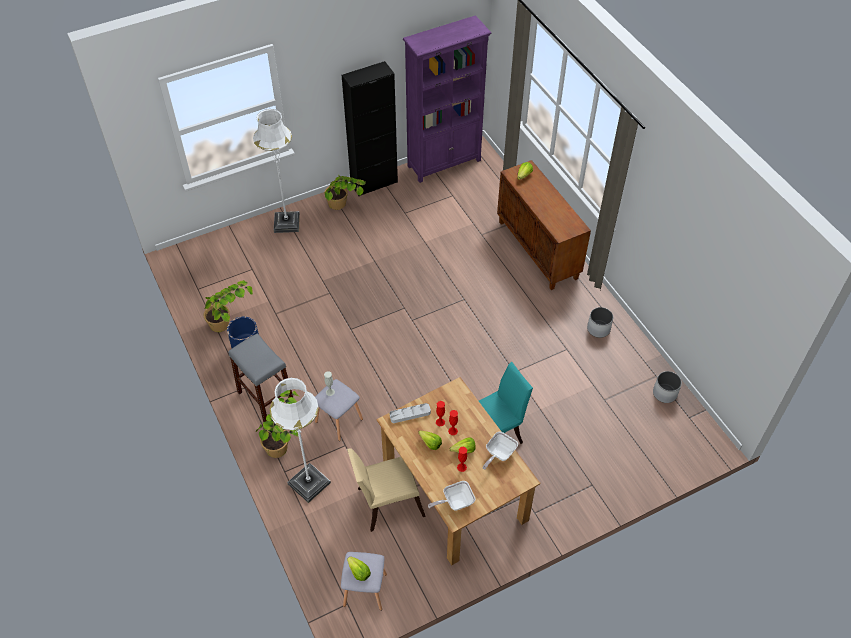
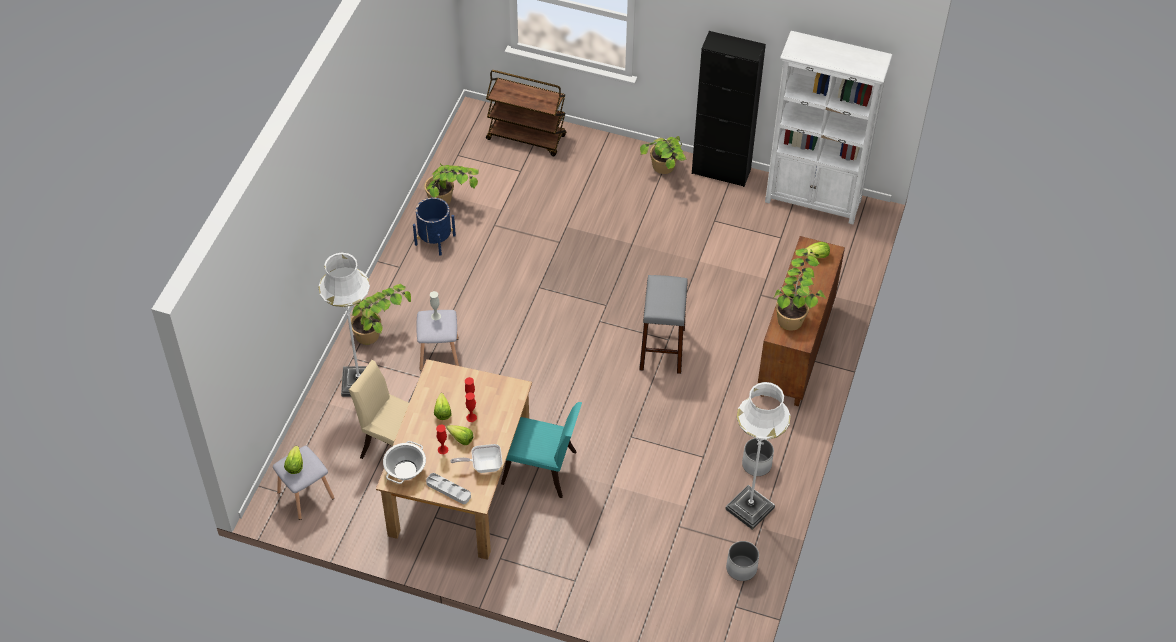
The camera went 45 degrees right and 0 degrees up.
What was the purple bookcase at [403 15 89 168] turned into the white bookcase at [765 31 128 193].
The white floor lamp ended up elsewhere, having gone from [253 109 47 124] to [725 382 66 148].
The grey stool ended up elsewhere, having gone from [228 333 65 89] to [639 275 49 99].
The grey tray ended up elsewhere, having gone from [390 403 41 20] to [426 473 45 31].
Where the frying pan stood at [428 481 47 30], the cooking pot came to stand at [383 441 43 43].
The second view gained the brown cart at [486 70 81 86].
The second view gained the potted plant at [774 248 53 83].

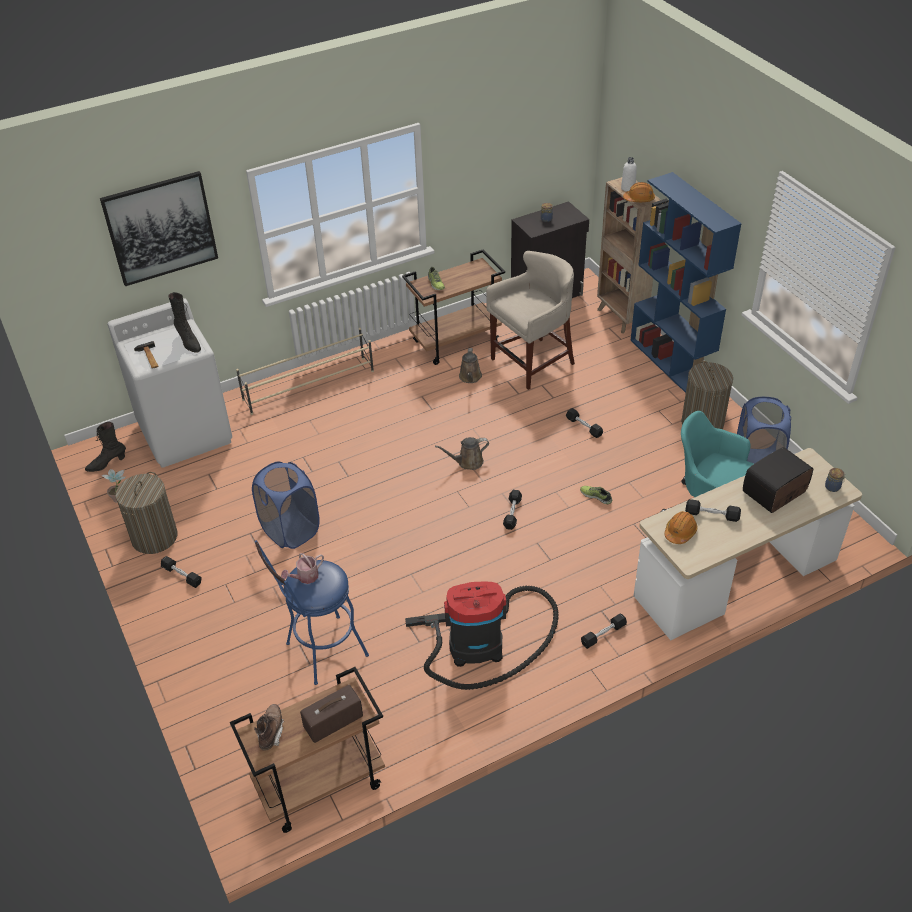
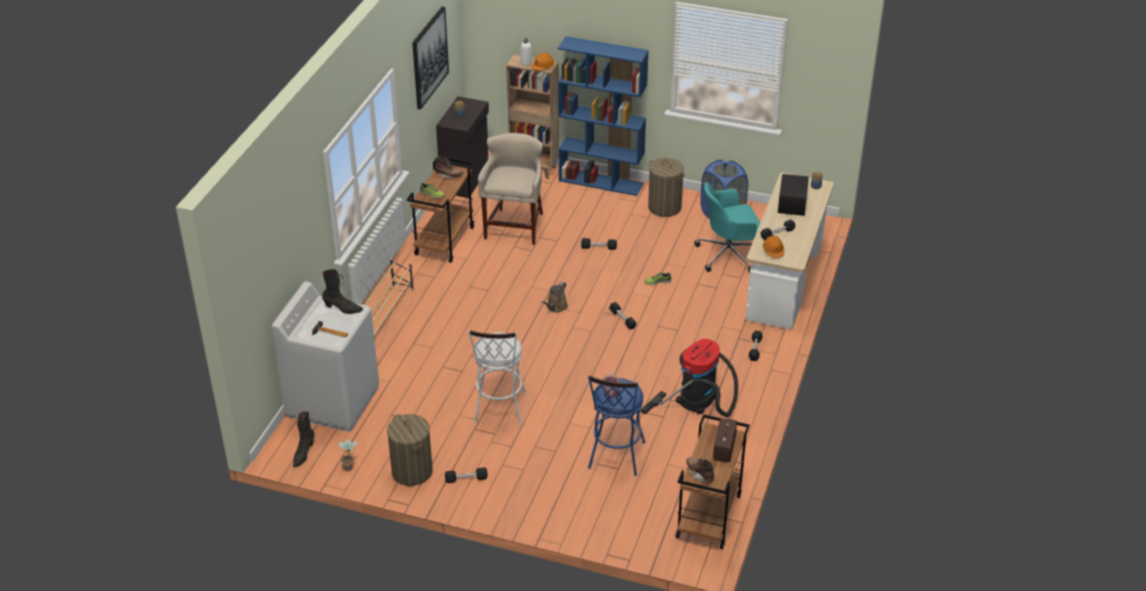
The camera went 45 degrees left and 5 degrees down.
The picture ended up elsewhere, having gone from [100 171 118 115] to [412 7 37 103].
The second view lost the brown watering can at [459 348 23 35].
Where the blue laundry basket stood at [252 461 68 88], the white stool came to stand at [468 330 58 95].
The second view gained the brown boot at [435 156 28 22].

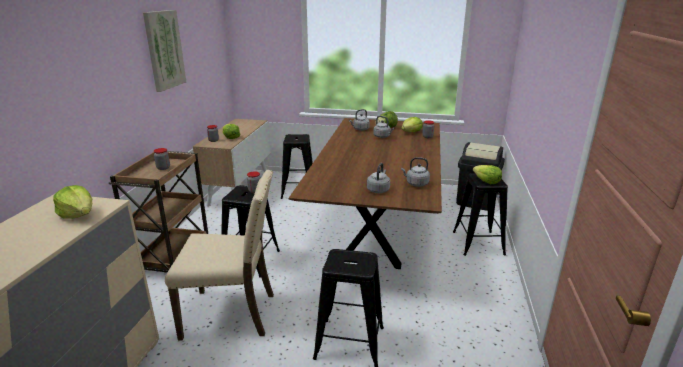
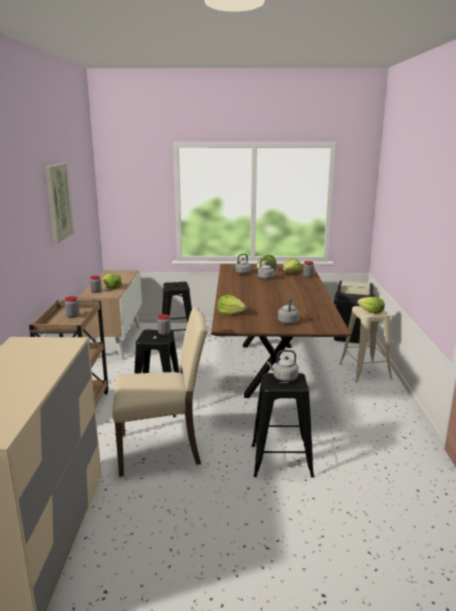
The camera went 10 degrees left and 5 degrees down.
The grey kettle ended up elsewhere, having gone from [401 157 29 30] to [267 350 32 32].
What was the black stool at [453 173 55 83] turned into the beige stool at [339 306 53 76].
The lettuce ended up elsewhere, having gone from [53 185 39 34] to [217 295 30 20].

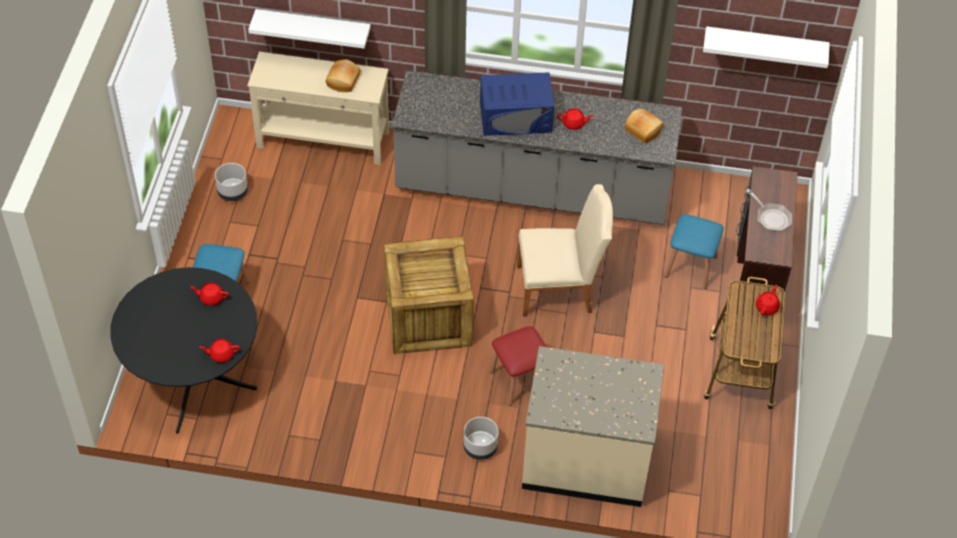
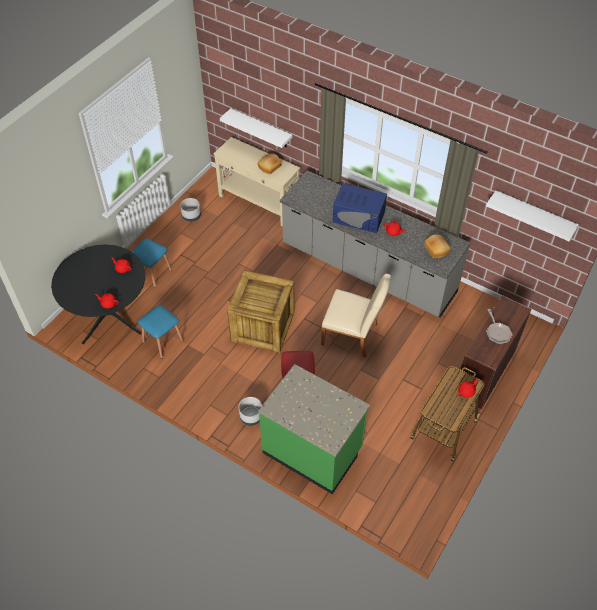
The camera went 25 degrees right and 0 degrees up.
The blue stool ended up elsewhere, having gone from [665 214 59 75] to [138 305 46 53].
What was the beige counter at [522 346 142 161] turned into the green counter at [258 364 112 130].

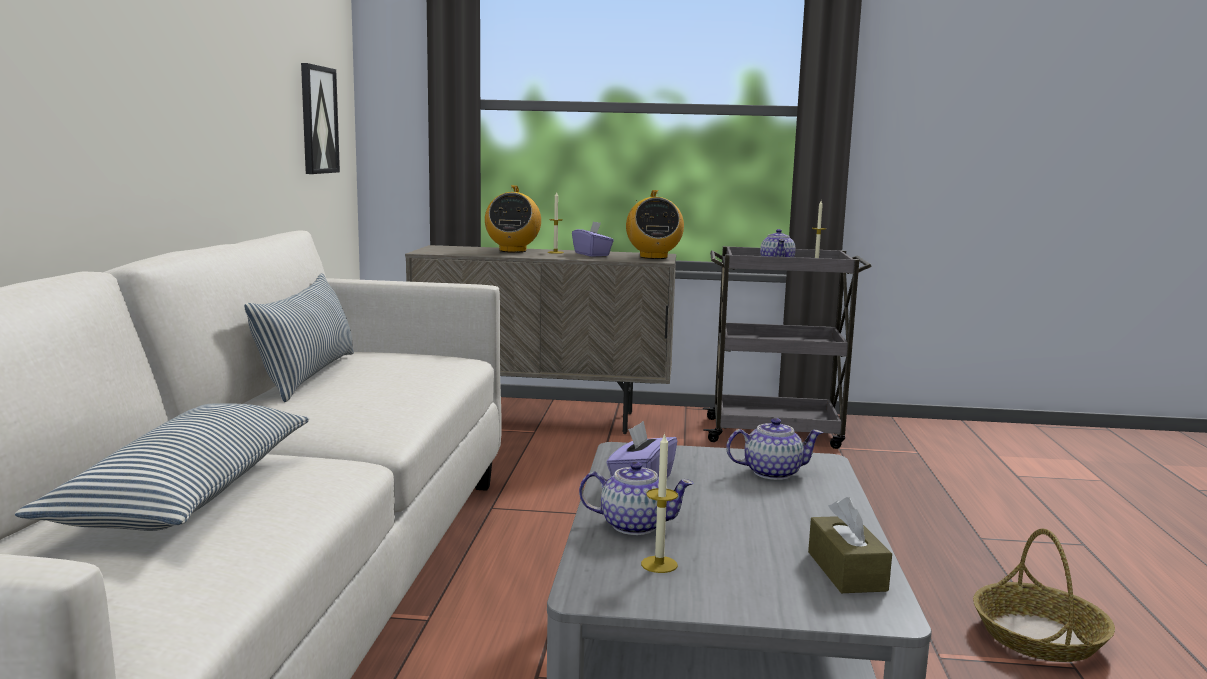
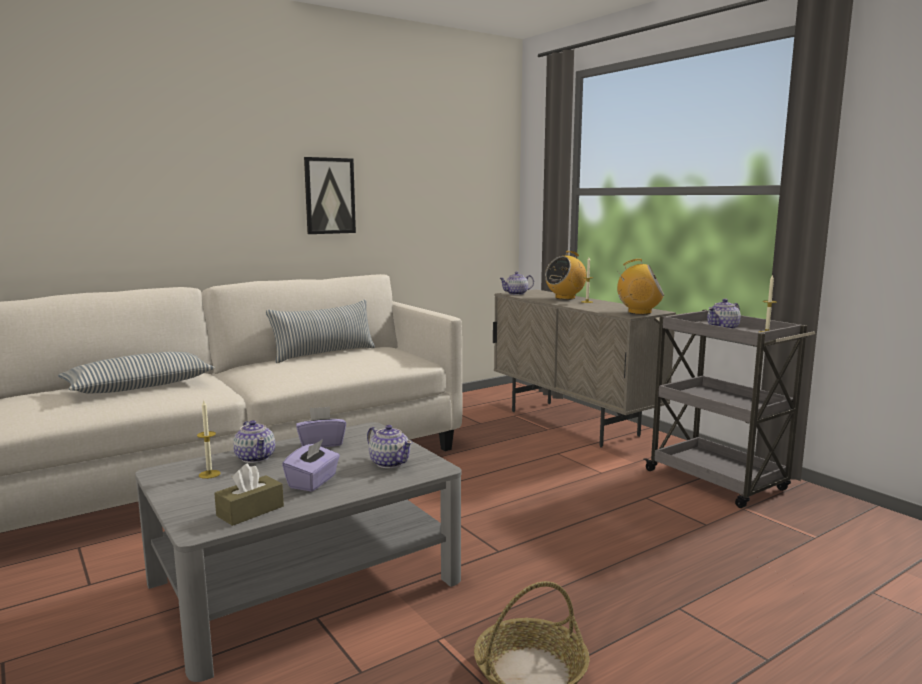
The camera went 50 degrees right and 0 degrees up.
The picture ended up elsewhere, having gone from [301 63 39 111] to [304 157 52 77].
The radio at [626 190 58 69] ended up facing another way, 120 degrees counterclockwise from before.
The purple tissue box ended up elsewhere, having gone from [572 221 42 36] to [282 439 58 53].
The second view gained the teapot at [499 272 35 23].

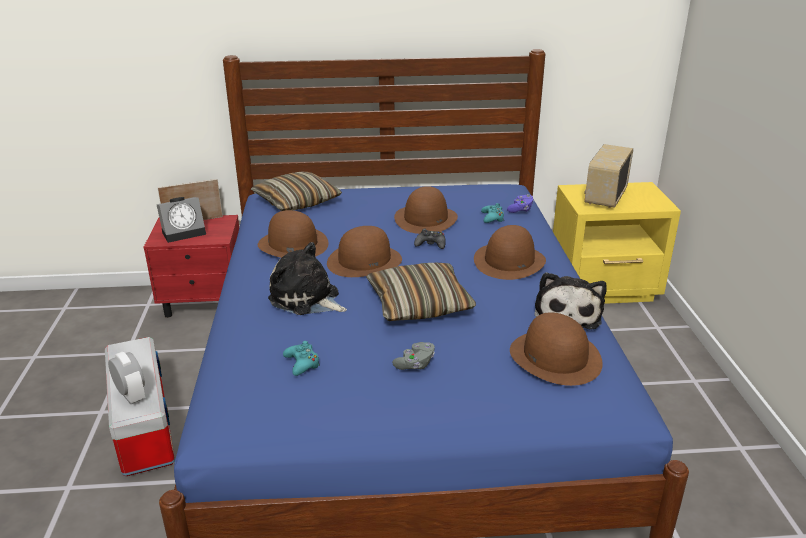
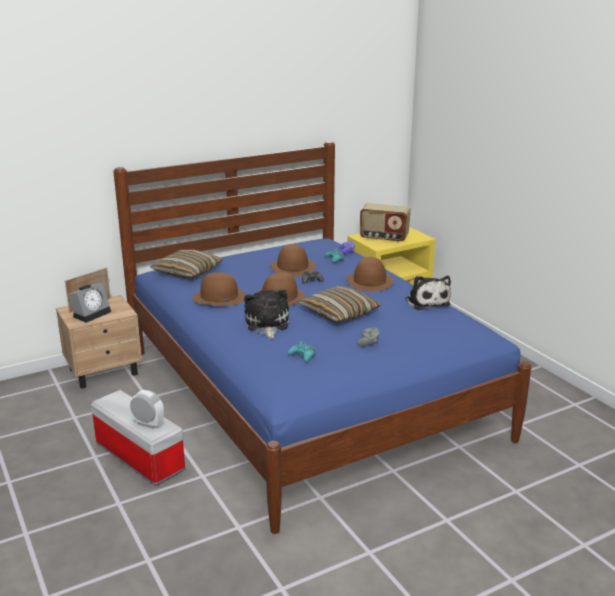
The camera went 25 degrees left and 5 degrees down.
The radio at [584 144 49 64] ended up facing another way, 75 degrees counterclockwise from before.
What was the red nightstand at [144 215 95 103] turned into the beige nightstand at [56 295 86 94].
The plush toy at [268 242 79 73] ended up facing another way, 75 degrees clockwise from before.
The second view lost the brown hat at [510 312 93 74].

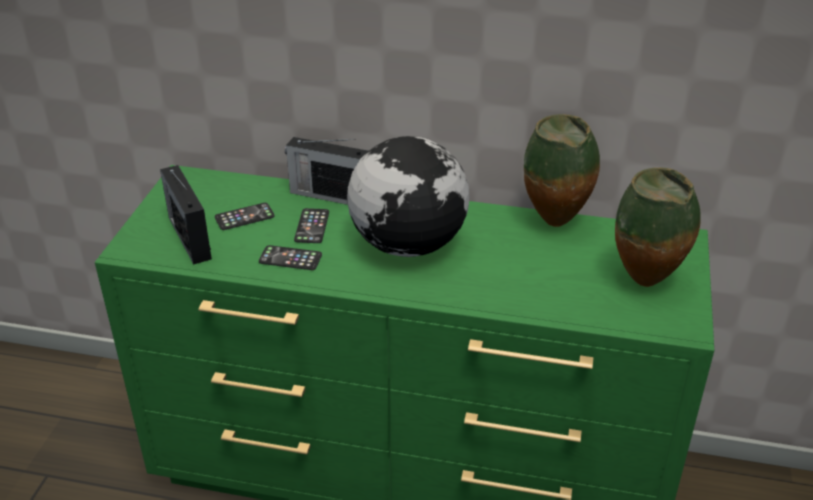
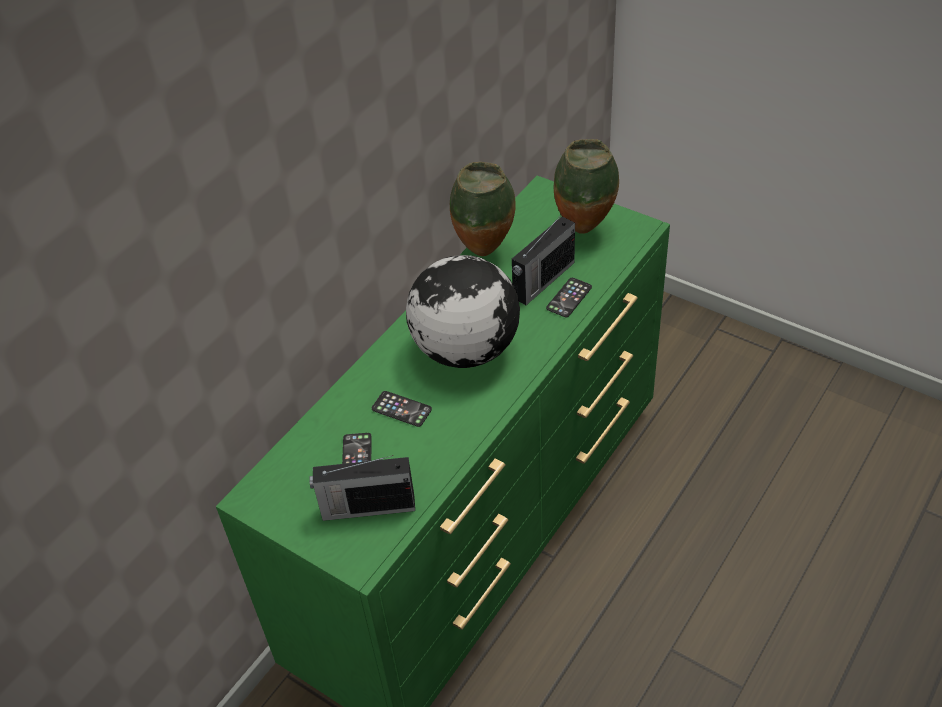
The camera went 65 degrees left and 10 degrees up.
The radio ended up elsewhere, having gone from [285 137 83 68] to [512 213 63 92].
The phone ended up elsewhere, having gone from [259 245 63 25] to [546 278 46 39].

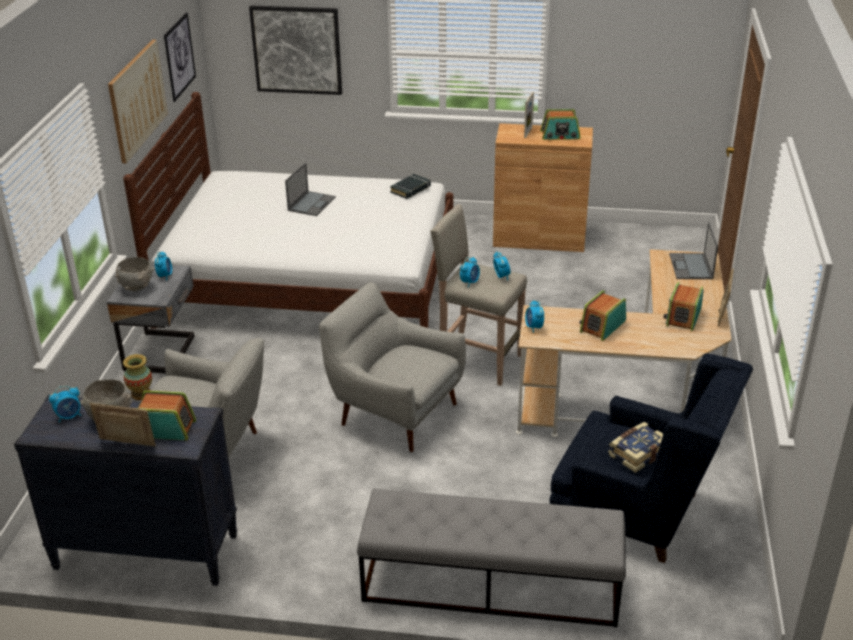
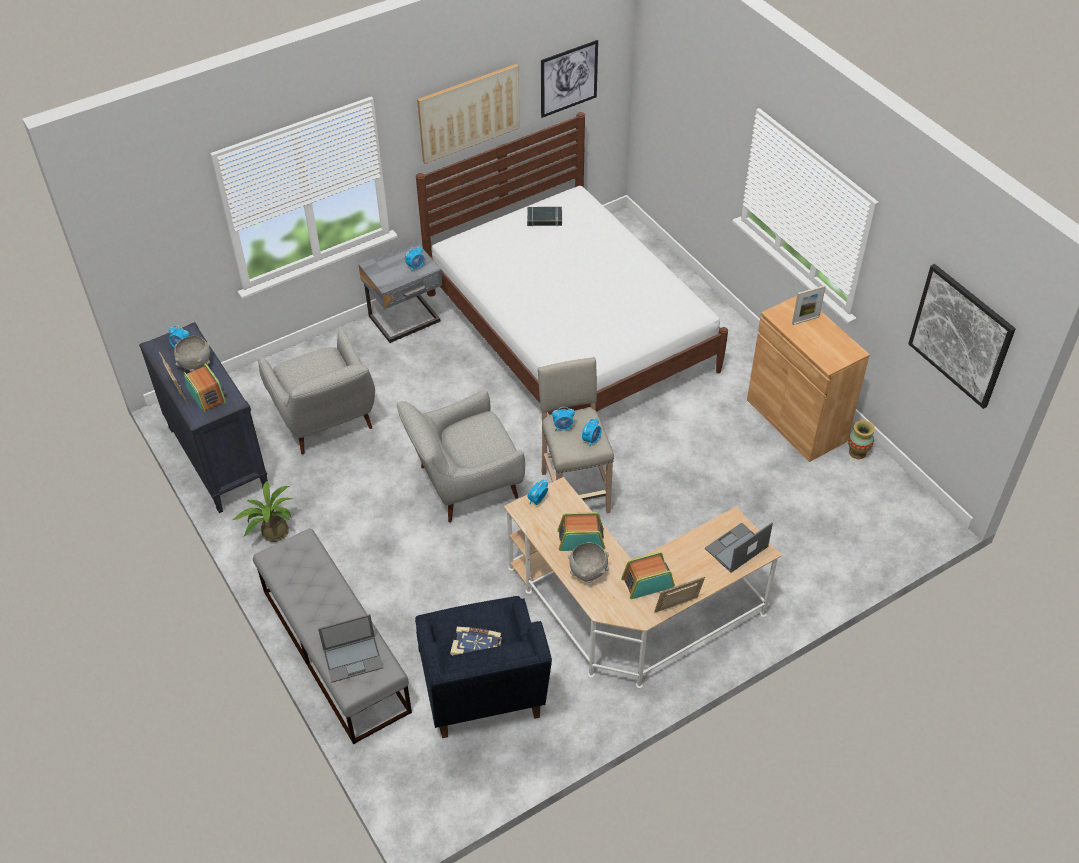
The camera went 50 degrees right and 15 degrees up.
The picture ended up elsewhere, having gone from [249 5 93 90] to [908 264 108 145].
The second view lost the radio at [540 109 41 31].
The laptop ended up elsewhere, having gone from [285 163 51 53] to [318 614 65 69].
The black book ended up elsewhere, having gone from [390 174 41 25] to [527 207 35 19].
The grey bowl ended up elsewhere, having gone from [115 257 39 35] to [568 542 41 41].
The grey armchair at [319 282 147 170] ended up facing another way, 105 degrees counterclockwise from before.
The vase ended up elsewhere, having gone from [123 354 29 46] to [848 420 27 39].
The second view gained the potted plant at [232 481 61 61].

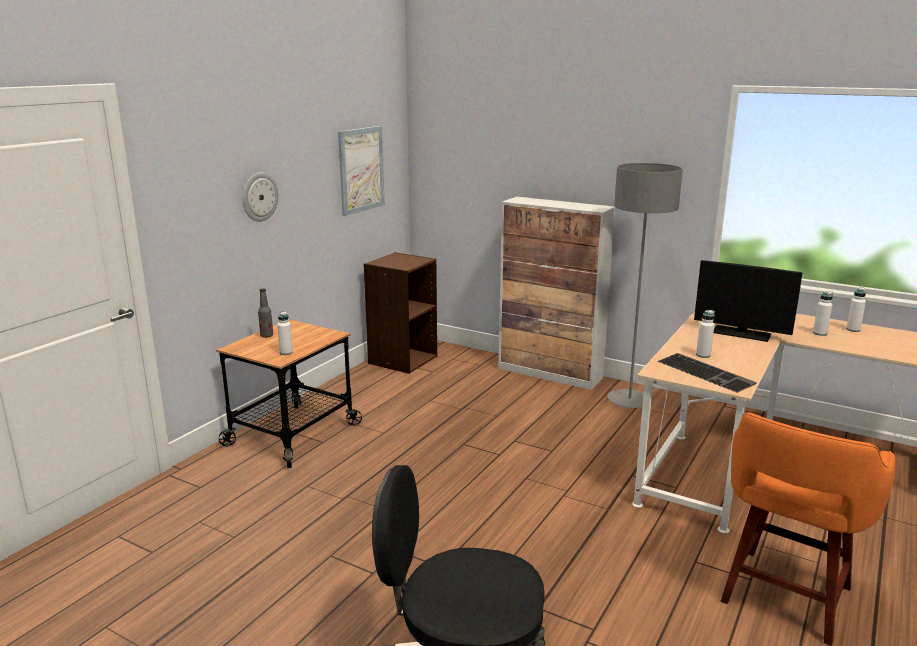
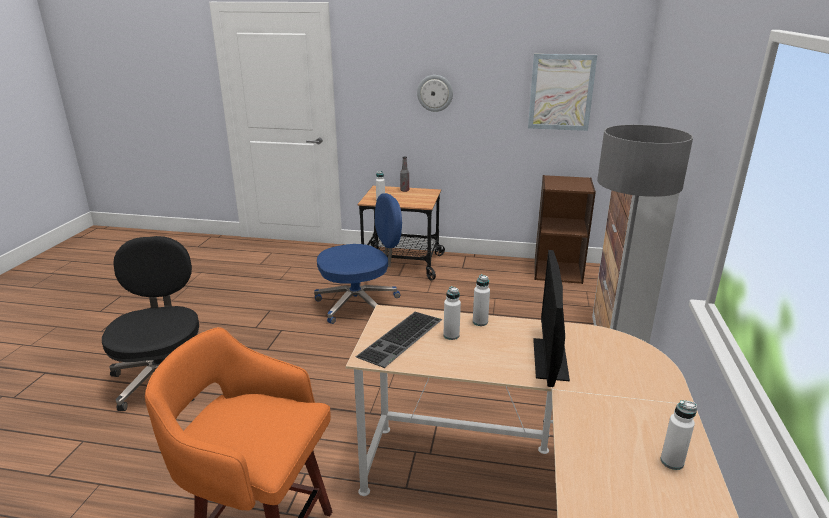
The camera went 70 degrees right and 5 degrees up.
The white bottle ended up elsewhere, having gone from [813 291 20 45] to [473 274 17 52].
The second view gained the blue office chair at [314 193 88 131].

